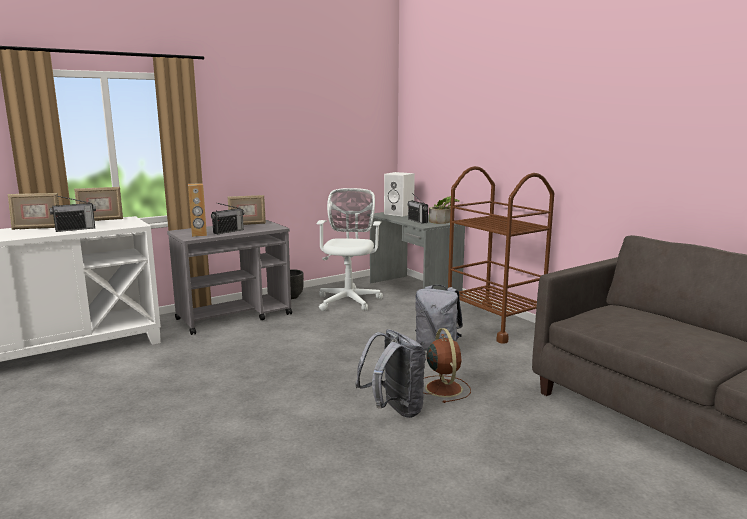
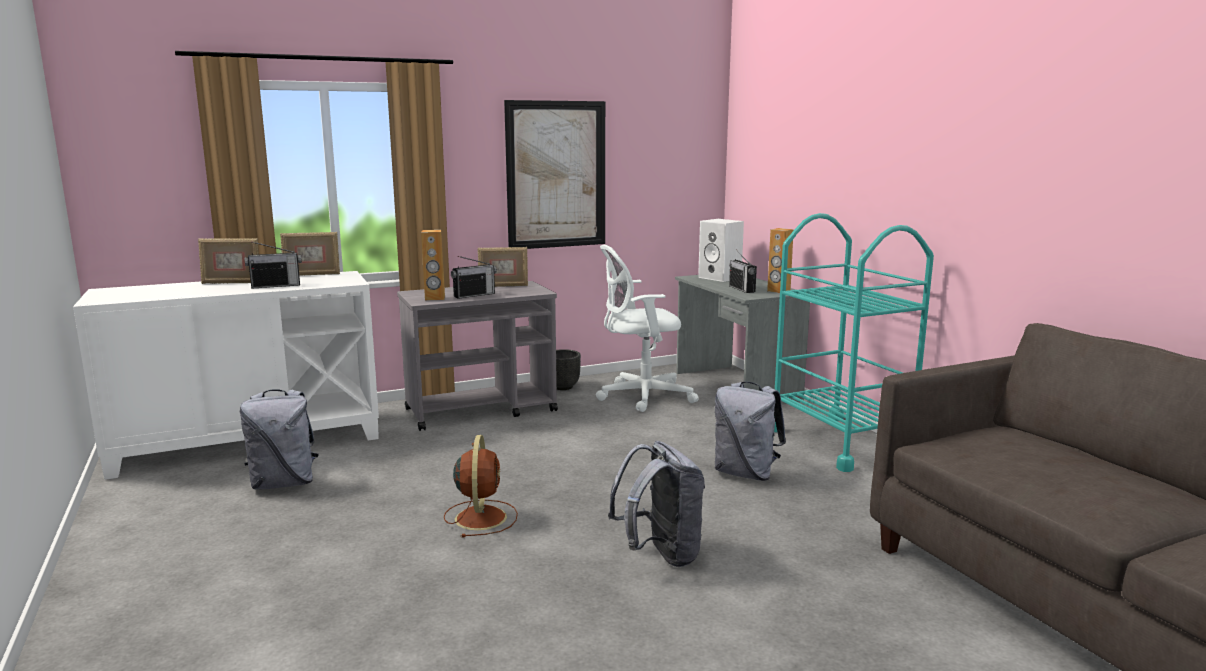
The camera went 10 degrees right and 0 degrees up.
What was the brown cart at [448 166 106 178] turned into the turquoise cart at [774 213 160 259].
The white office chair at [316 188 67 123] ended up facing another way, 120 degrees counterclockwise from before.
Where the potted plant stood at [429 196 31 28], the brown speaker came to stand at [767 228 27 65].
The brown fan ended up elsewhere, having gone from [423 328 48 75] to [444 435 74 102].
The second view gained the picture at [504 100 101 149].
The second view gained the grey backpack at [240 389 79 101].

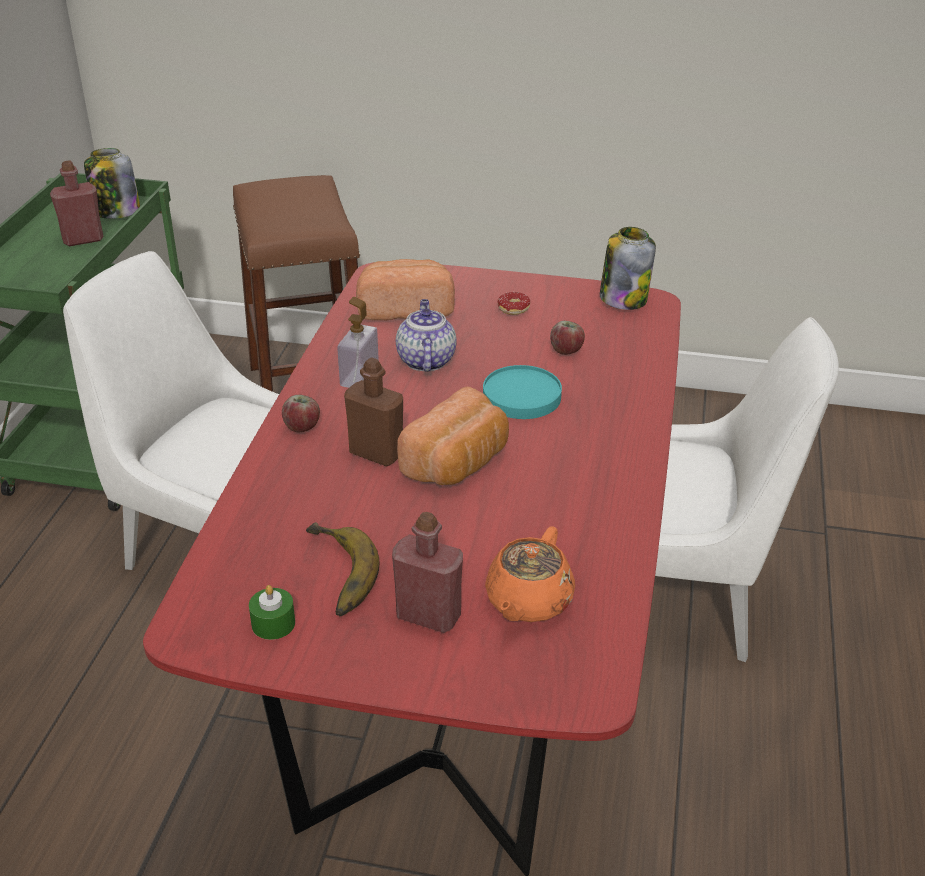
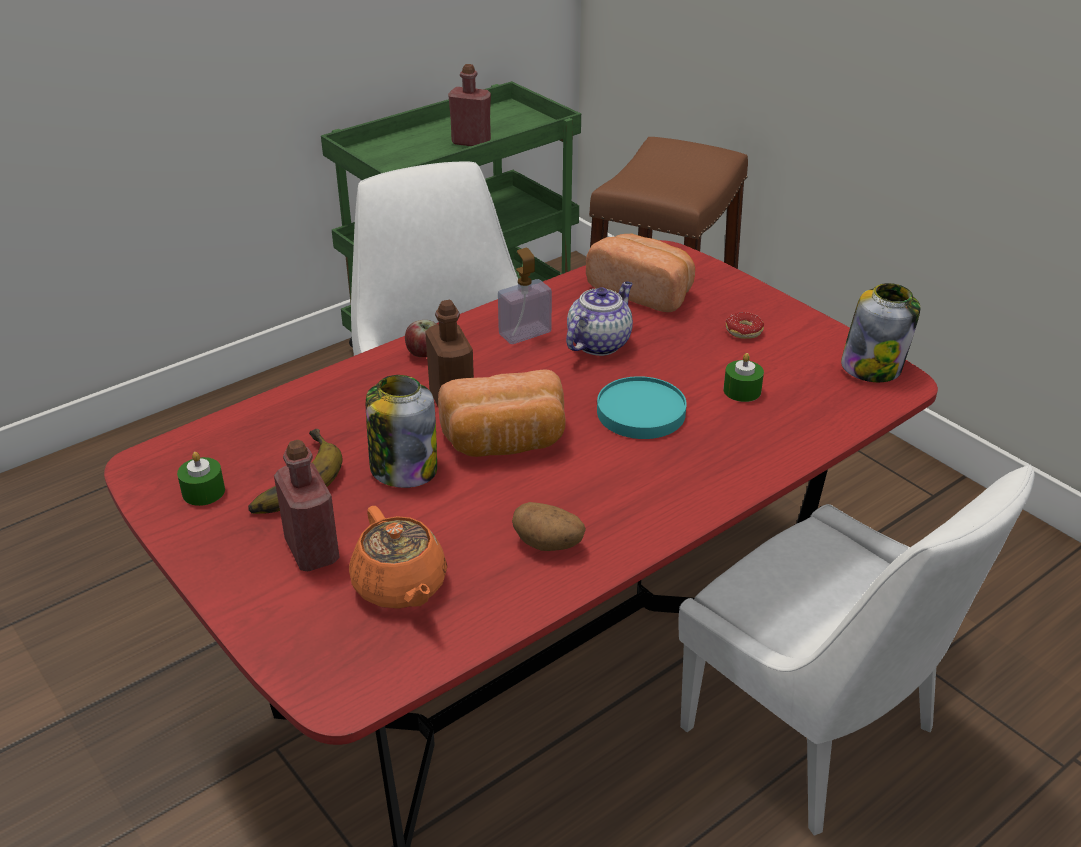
The camera went 40 degrees right and 0 degrees up.
The jar ended up elsewhere, having gone from [84 148 56 71] to [366 375 71 113].
Where the apple stood at [550 321 35 34], the green candle came to stand at [723 353 41 49].
The orange teapot at [485 527 90 95] ended up facing another way, 90 degrees counterclockwise from before.
The second view gained the potato at [512 502 74 49].

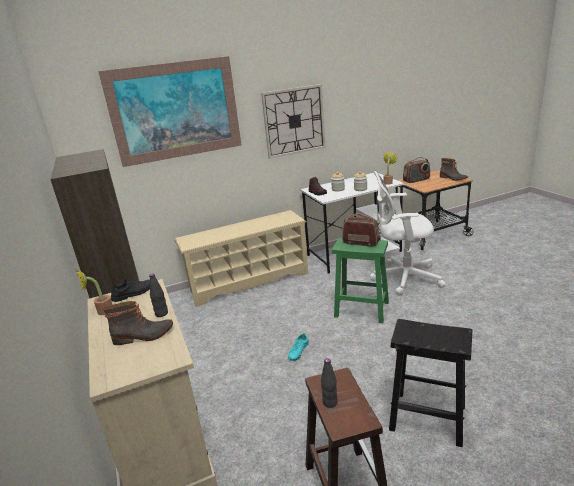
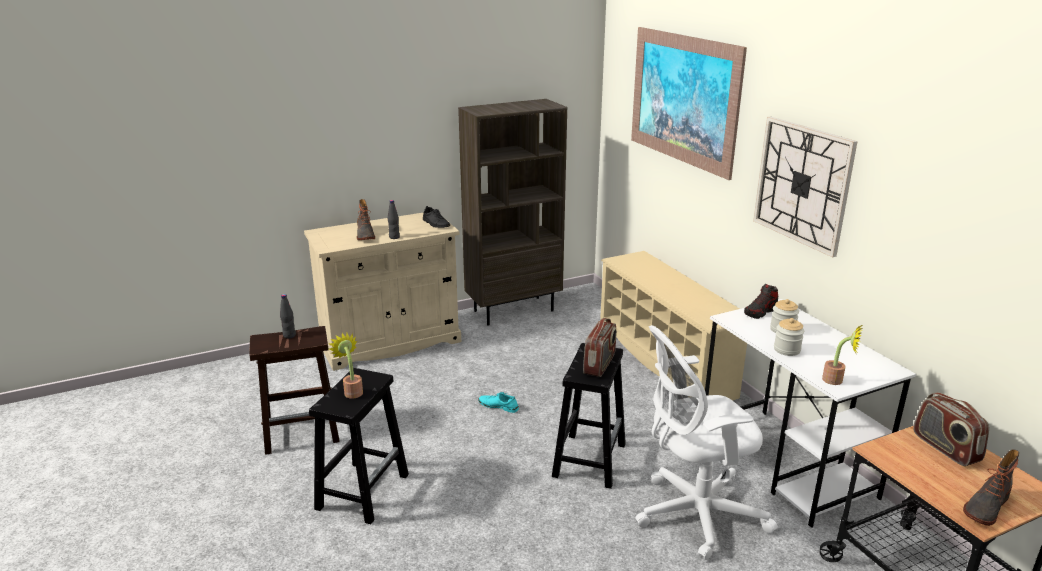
The camera went 85 degrees right and 0 degrees up.
The white office chair at [370 171 76 124] ended up facing another way, 105 degrees counterclockwise from before.
What was the green stool at [332 238 57 85] turned into the black stool at [552 343 74 146].
The potted plant ended up elsewhere, having gone from [76 269 37 46] to [329 333 34 66].

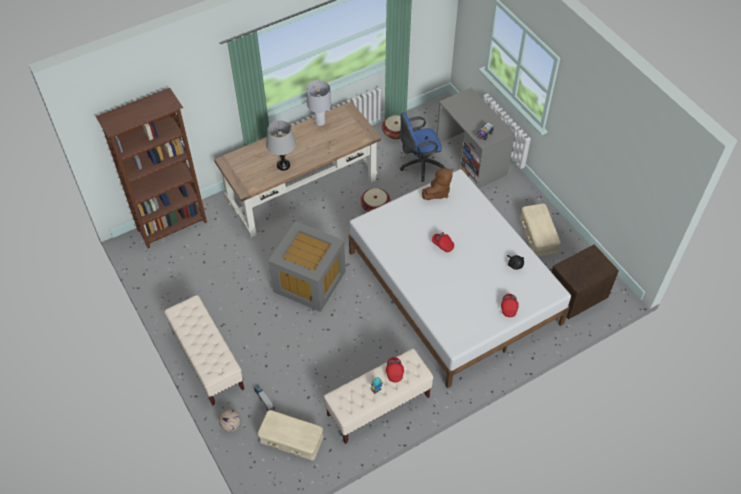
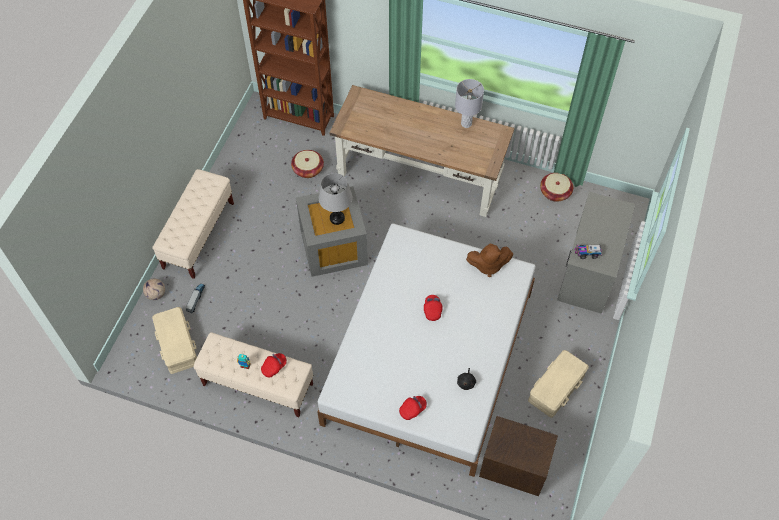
The camera went 50 degrees right and 5 degrees up.
The second view lost the blue office chair at [400 112 46 70].
The grey table lamp ended up elsewhere, having gone from [266 120 30 51] to [319 173 34 52].
The basket ended up elsewhere, having gone from [360 188 31 24] to [291 150 33 28].

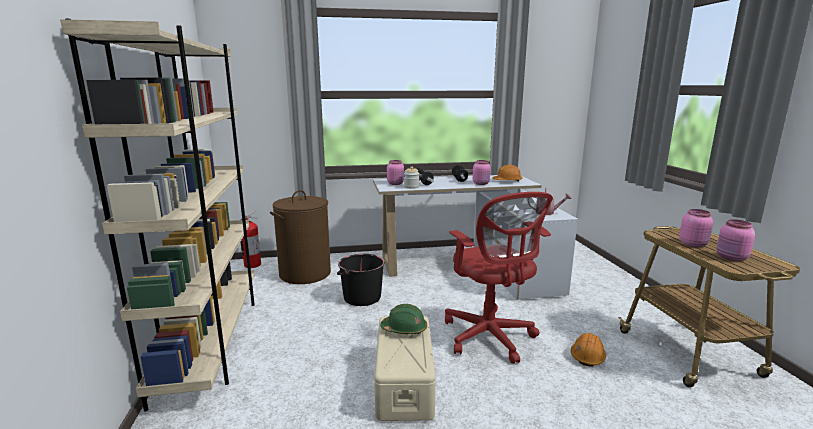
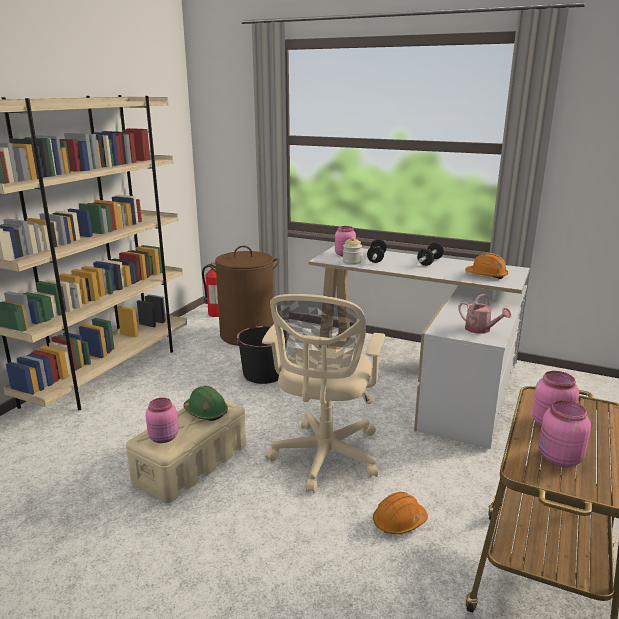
The camera went 35 degrees right and 5 degrees up.
The pink jar ended up elsewhere, having gone from [473 160 18 25] to [146 398 32 45].
What was the red office chair at [445 192 108 172] turned into the beige office chair at [262 294 123 199].

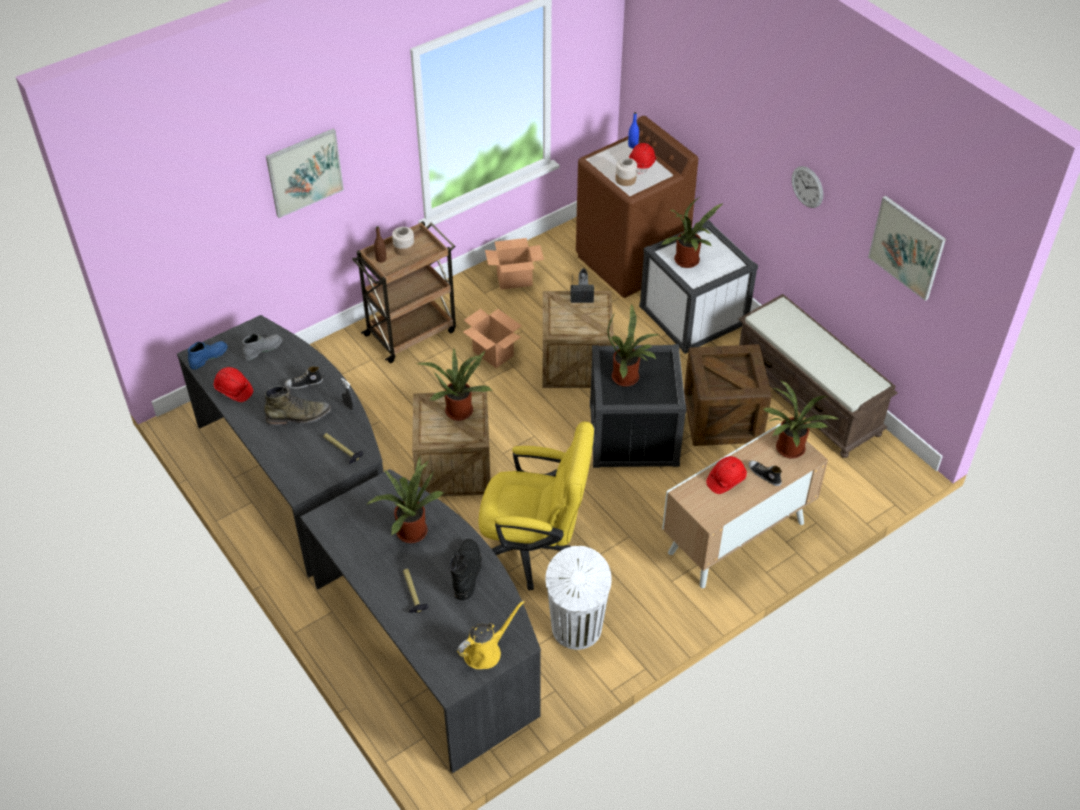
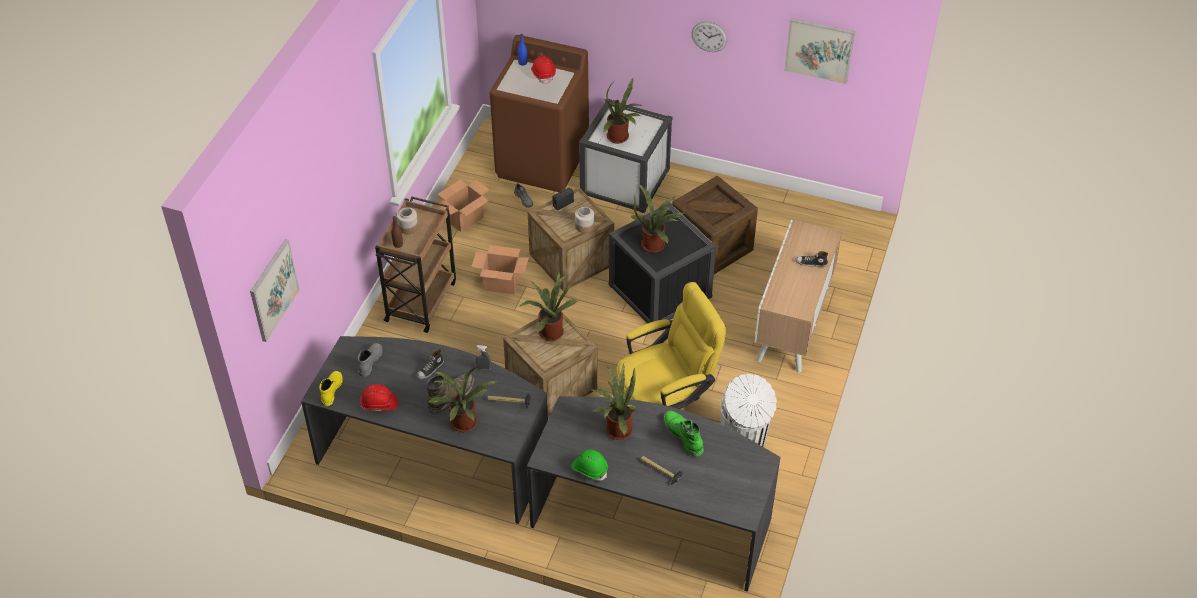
The camera went 35 degrees left and 0 degrees up.
The picture ended up elsewhere, having gone from [266 128 78 90] to [250 239 50 103].
The jar ended up elsewhere, having gone from [615 158 22 28] to [575 207 19 26].
The second view lost the brown bench at [738 294 160 164].
What was the blue boot at [188 341 40 29] turned into the yellow boot at [319 371 24 35].
The potted plant ended up elsewhere, having gone from [762 380 77 79] to [428 366 69 66].
The second view lost the red hard hat at [706 456 41 38].
What was the black boot at [449 539 33 61] turned into the green boot at [664 411 40 46].
The second view lost the yellow watering can at [457 600 68 69].
The second view gained the green hard hat at [571 449 37 32].

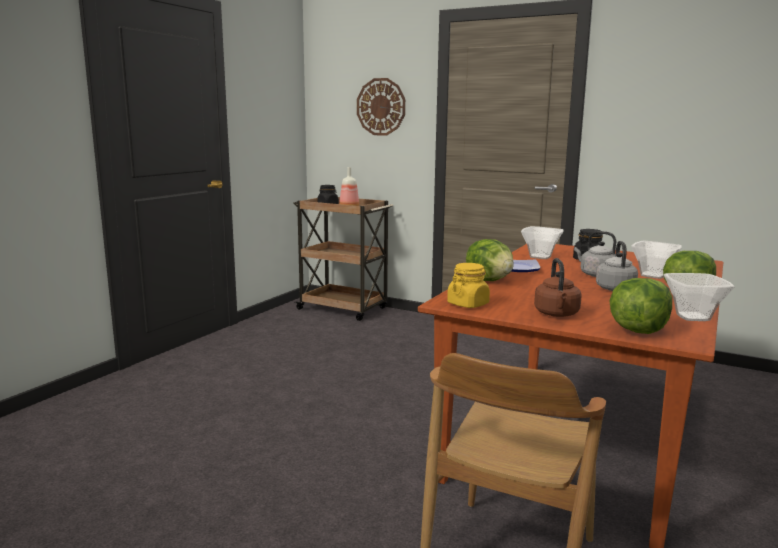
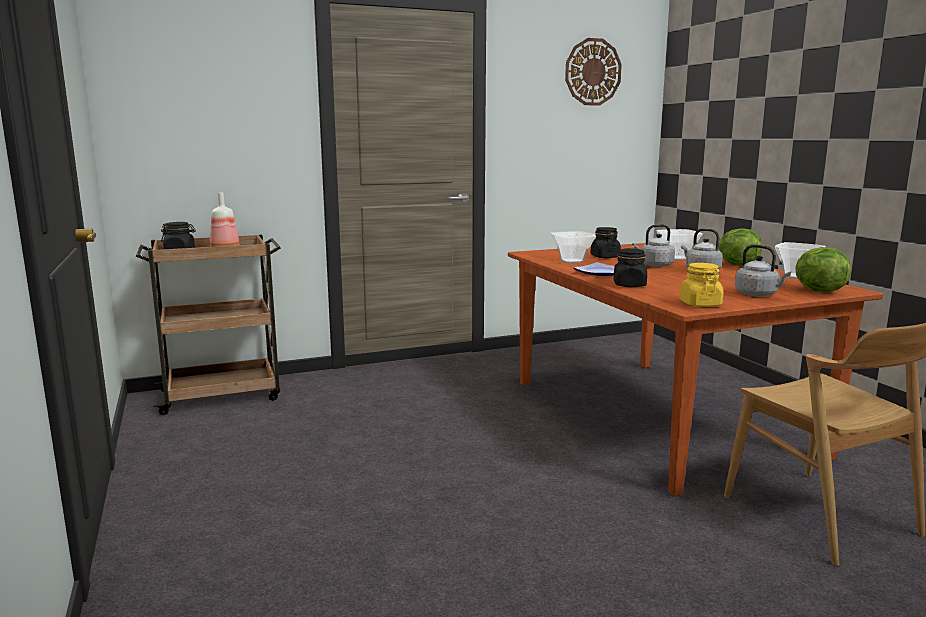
The camera went 50 degrees left and 0 degrees up.
The wall clock ended up elsewhere, having gone from [357 78 48 58] to [565 38 57 68].
Where the lettuce stood at [466 239 48 42], the black jar came to stand at [614 248 33 39].
What was the brown kettle at [534 258 48 59] turned into the grey kettle at [735 244 56 53].

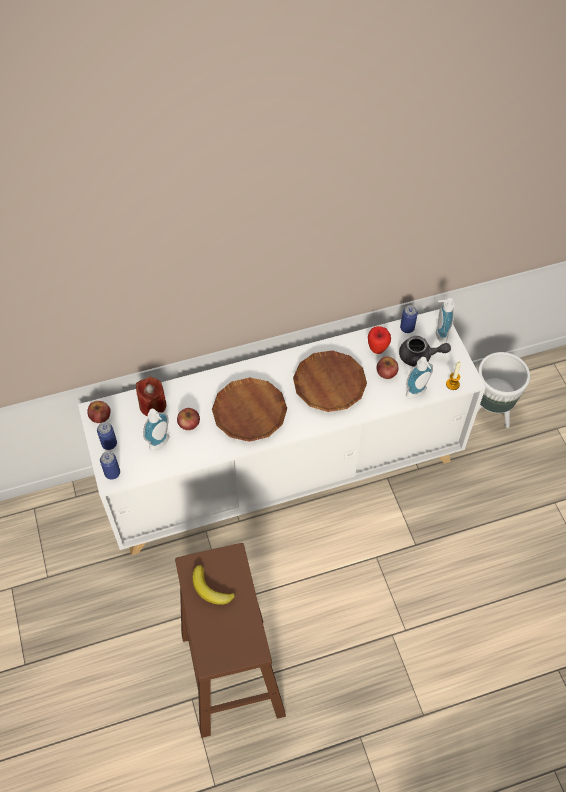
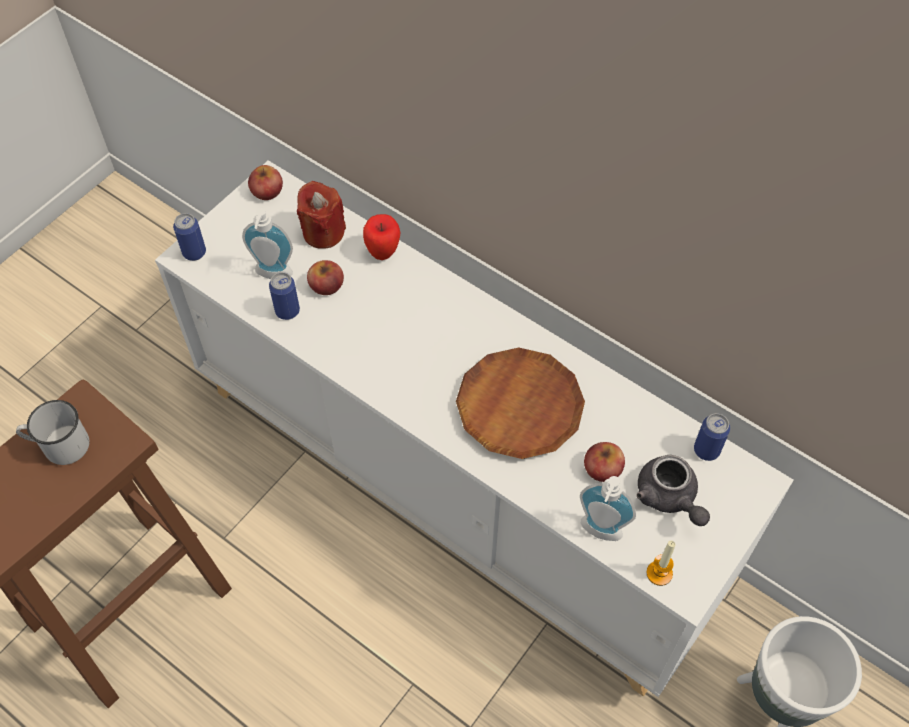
The camera went 55 degrees right and 0 degrees up.
The second view lost the soap dispenser at [436 298 18 46].
The apple ended up elsewhere, having gone from [368 326 23 28] to [363 214 37 46].
The second view lost the brown plate at [212 377 75 65].
The can ended up elsewhere, having gone from [97 422 20 28] to [269 272 31 48].
Where the banana stood at [192 565 43 40], the white mug came to stand at [16 400 74 65].

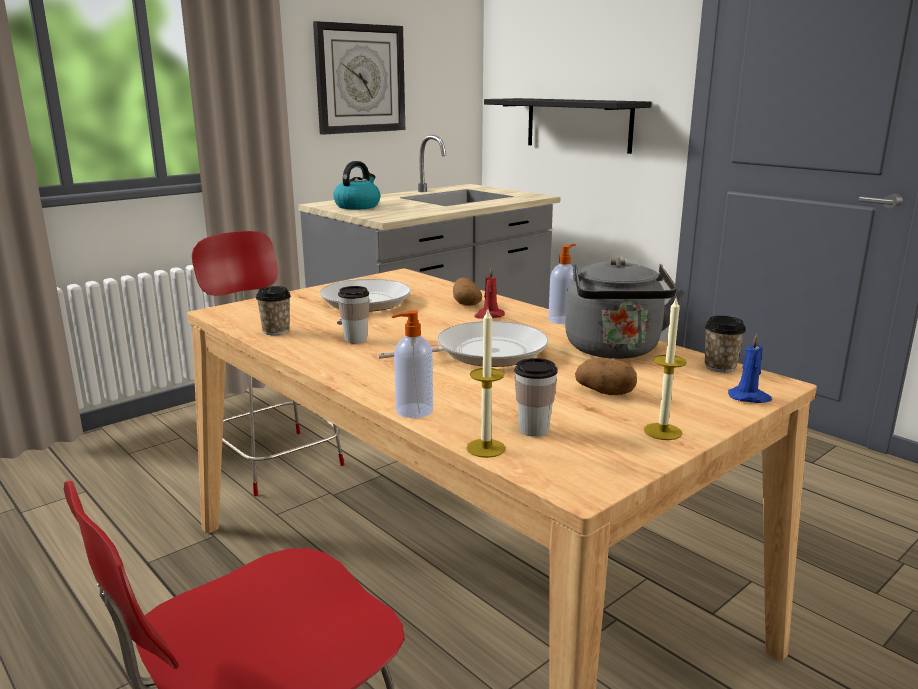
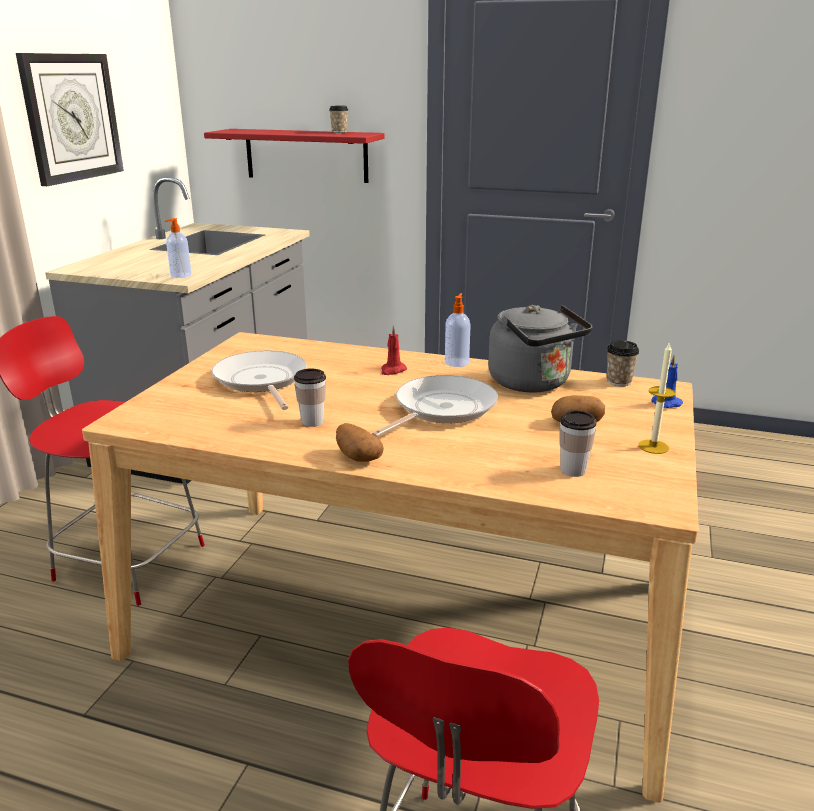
The camera went 30 degrees left and 5 degrees up.
What was the black shelf at [484 98 168 56] turned into the red shelf at [204 129 181 54].
The second view lost the kettle at [333 161 48 49].
The potato ended up elsewhere, having gone from [453 277 29 29] to [336 423 48 39].
The cup ended up elsewhere, having gone from [256 286 35 49] to [329 106 20 27].
The second view lost the candle at [466 309 40 149].
The soap dispenser ended up elsewhere, having gone from [392 310 41 108] to [165 218 27 60].

